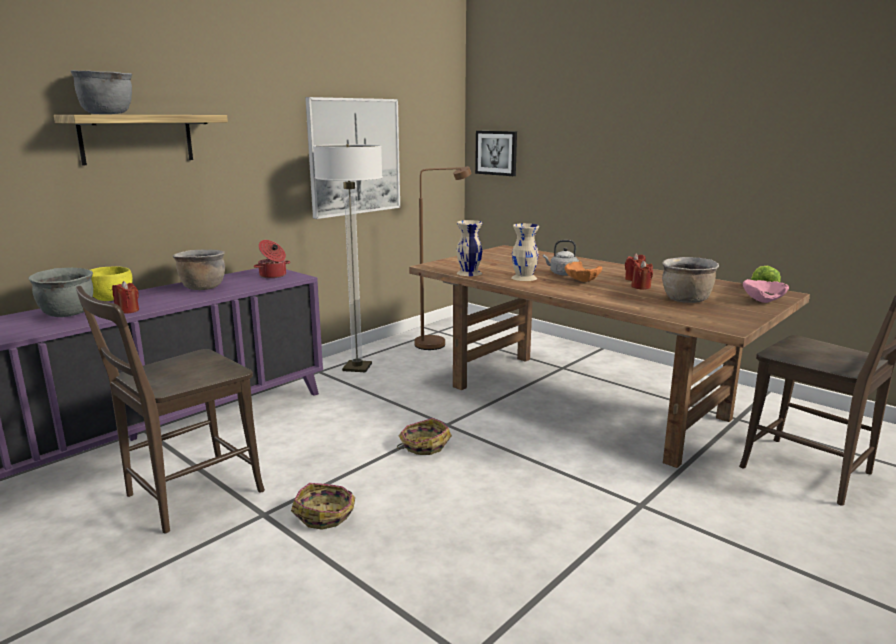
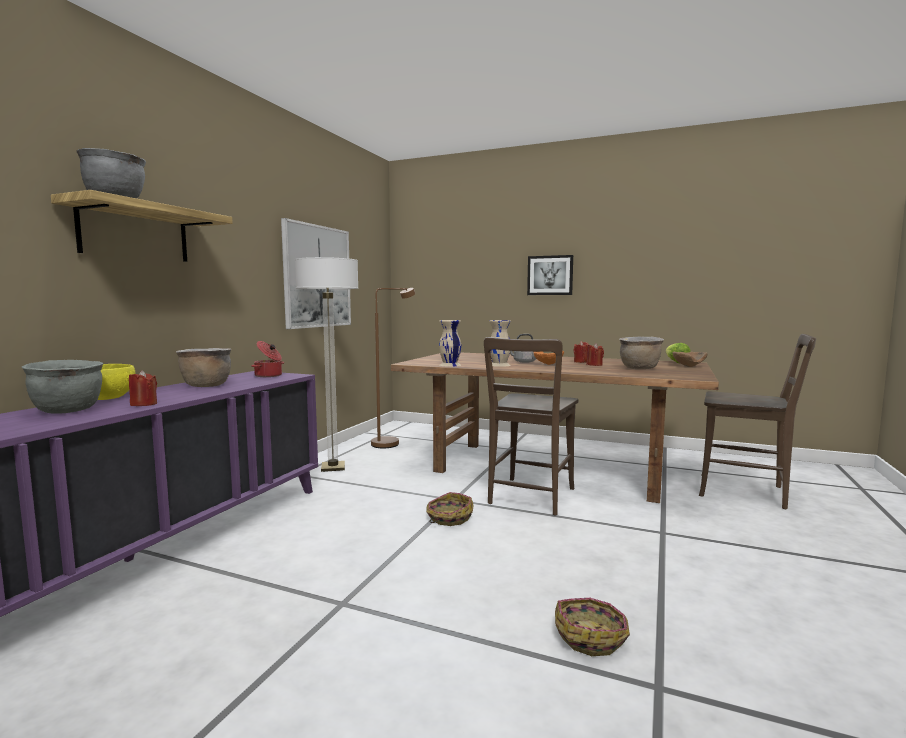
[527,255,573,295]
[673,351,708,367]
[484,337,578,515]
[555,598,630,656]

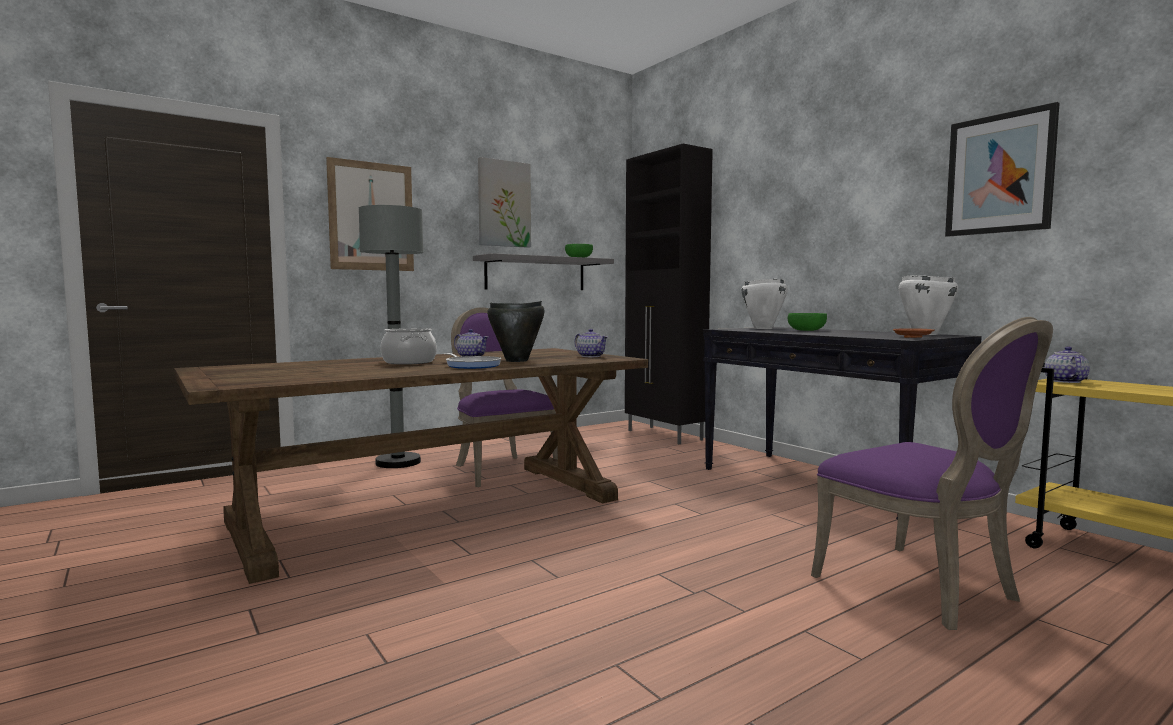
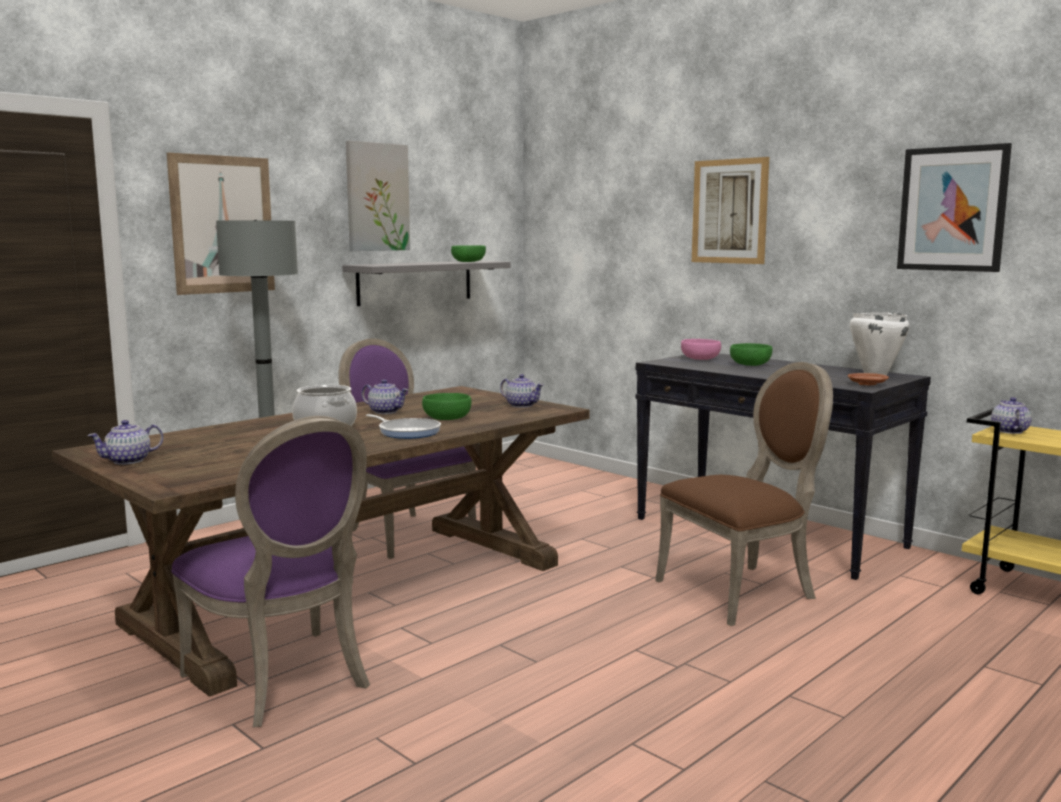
[625,144,713,444] (first image)
[681,339,721,360]
[422,393,471,420]
[171,416,370,727]
[692,157,769,264]
[655,362,833,626]
[88,420,163,465]

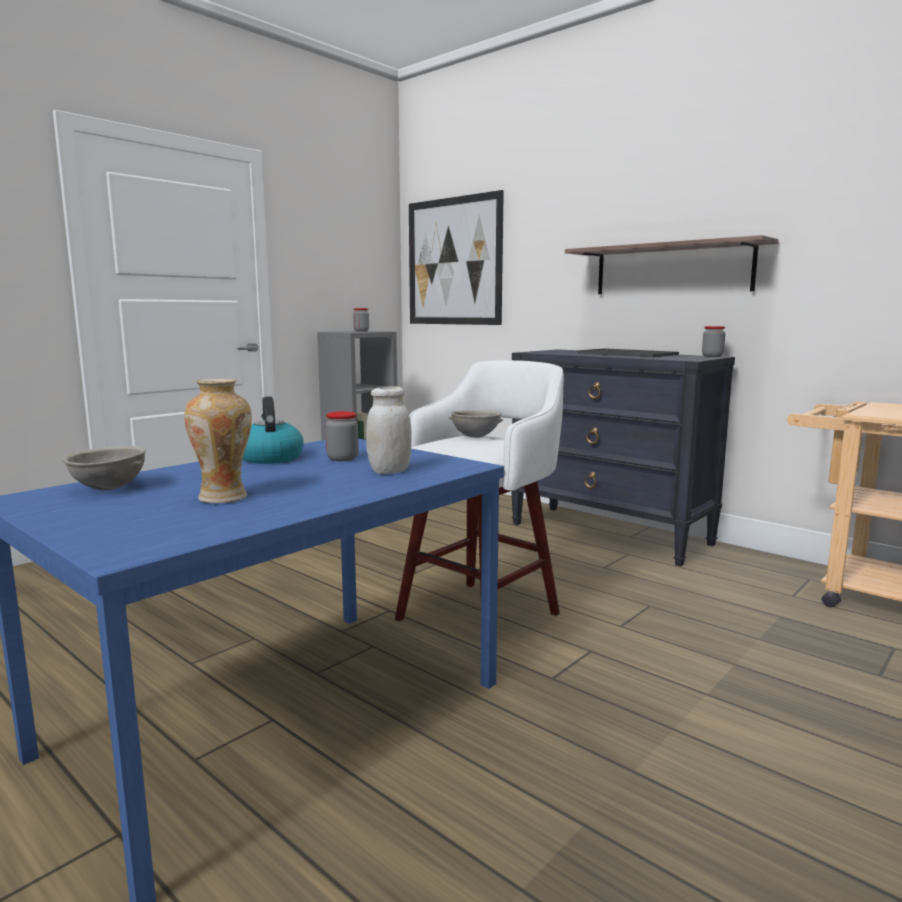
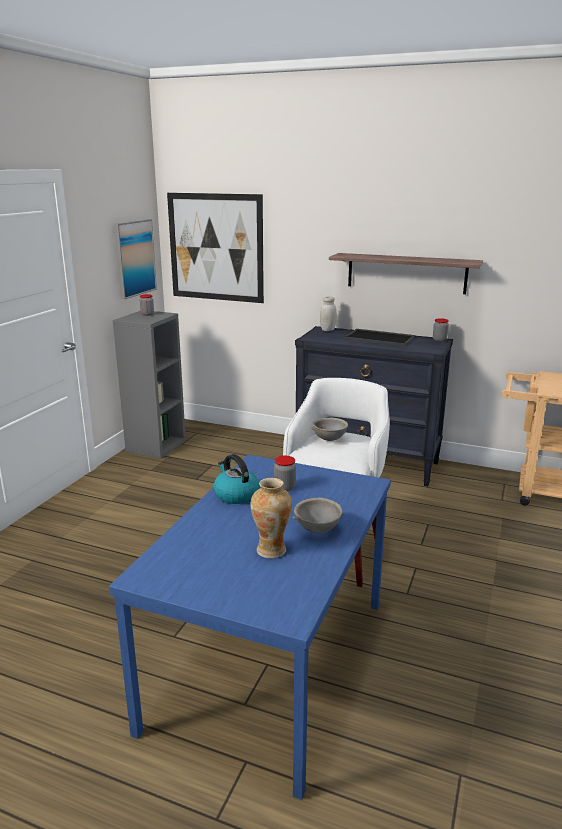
[320,297,337,331]
[293,498,344,533]
[114,219,157,300]

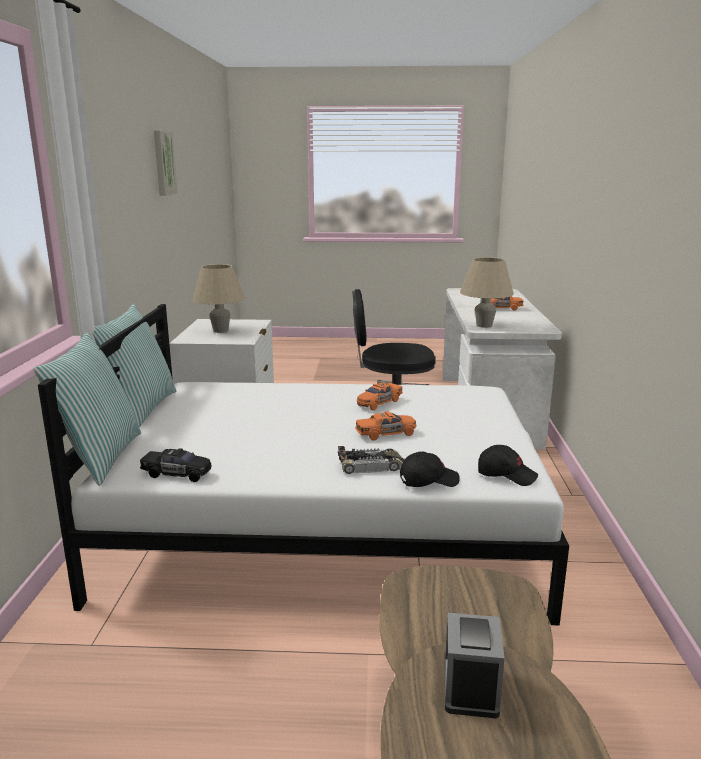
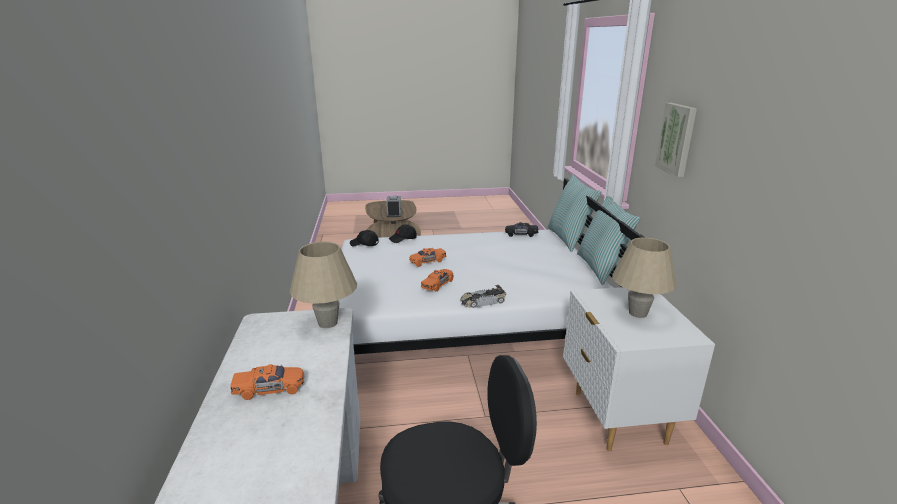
[655,103,697,177]
[460,285,506,308]

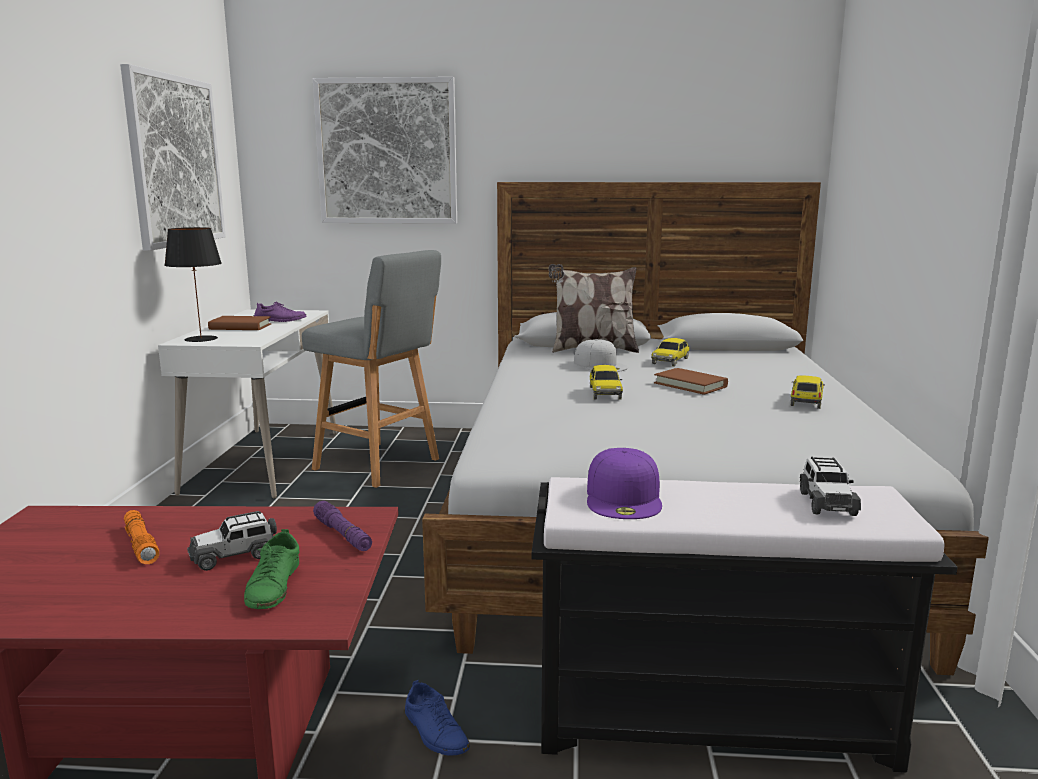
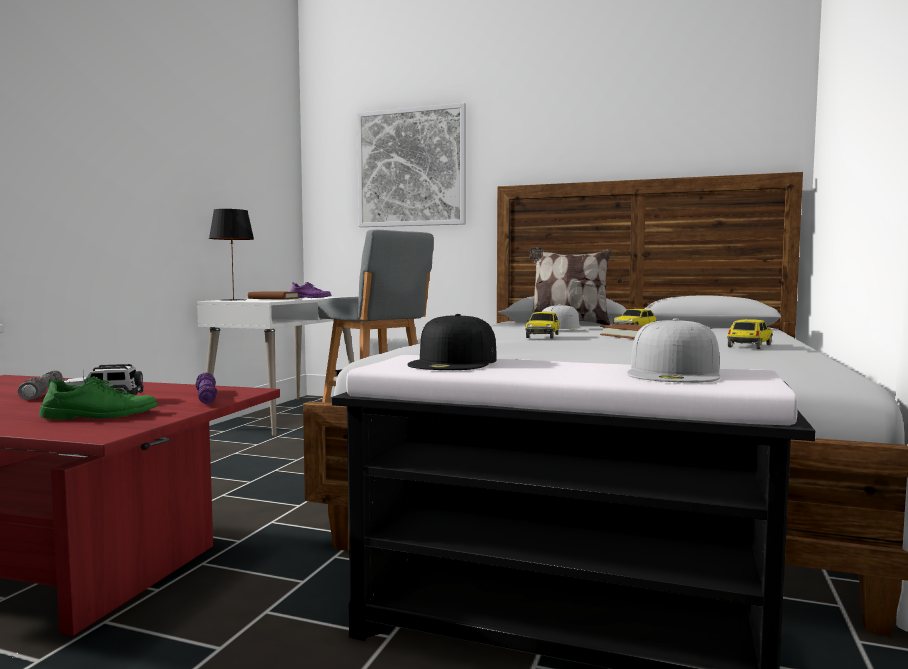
[120,64,226,251] (first image)
[407,314,497,370]
[627,319,720,383]
[18,370,63,400]
[39,376,158,420]
[405,680,470,755] (first image)

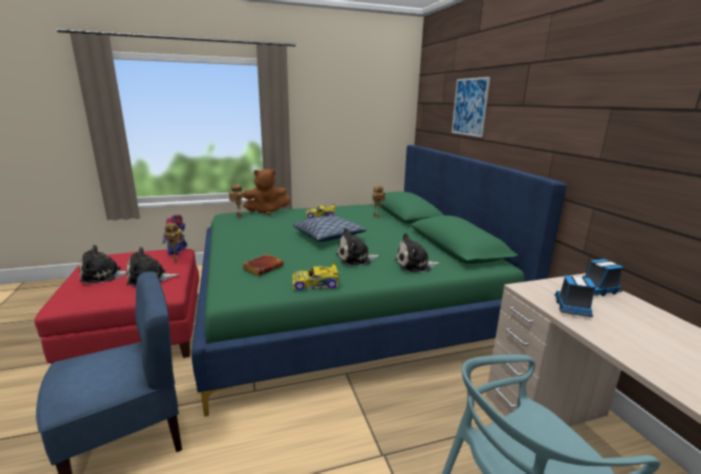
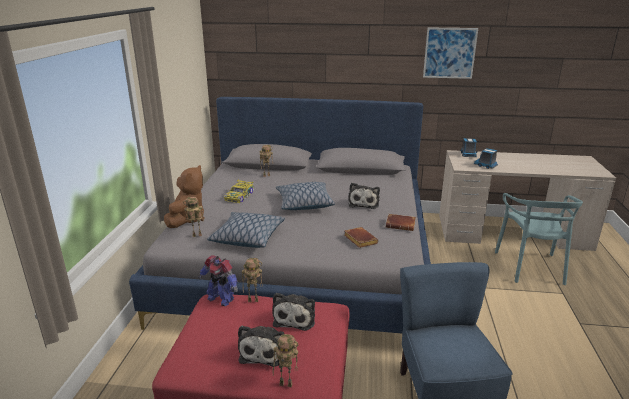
[423,28,478,79]
[129,97,431,333]
[395,233,440,272] (first image)
[386,214,416,231]
[207,212,285,248]
[272,334,299,388]

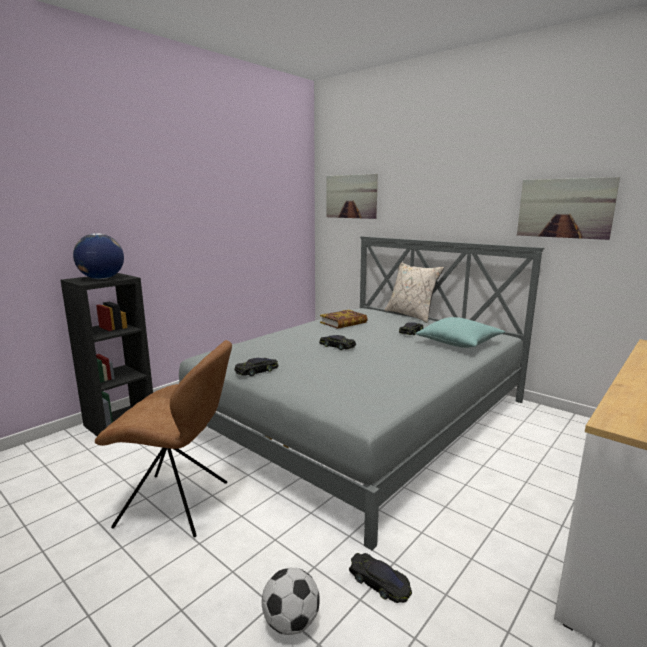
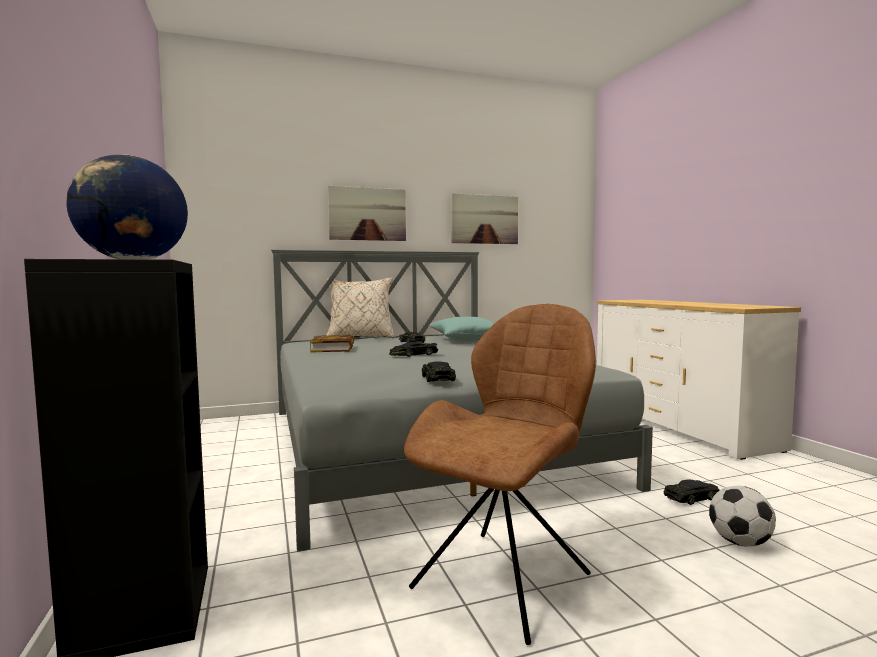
[328,186,406,241]

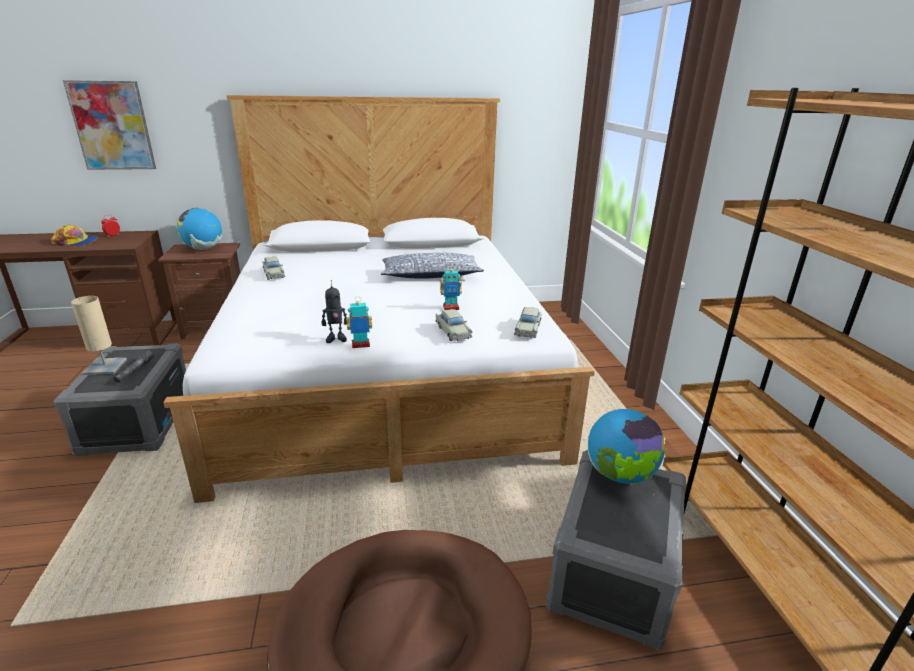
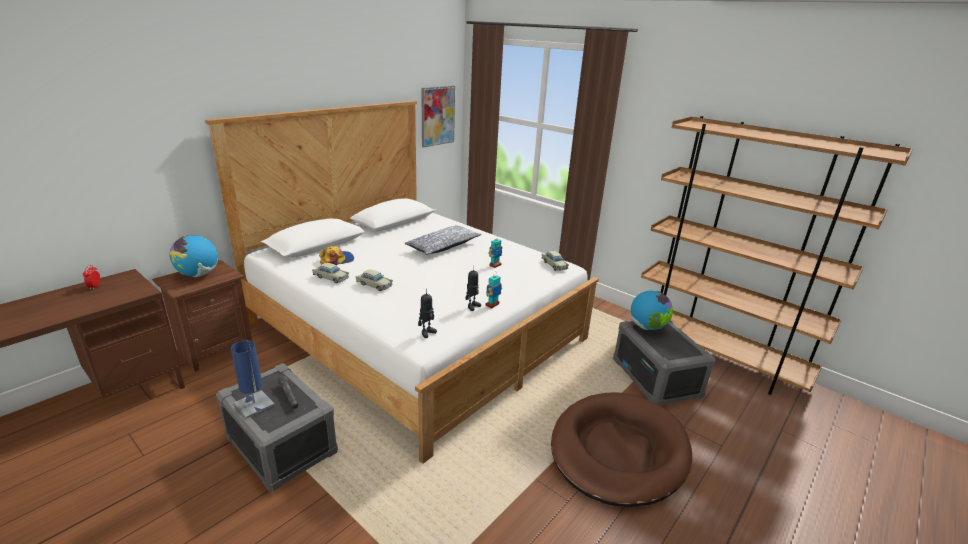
[421,86,455,147]
[319,246,354,265]
[231,340,274,419]
[356,269,393,291]
[418,289,437,338]

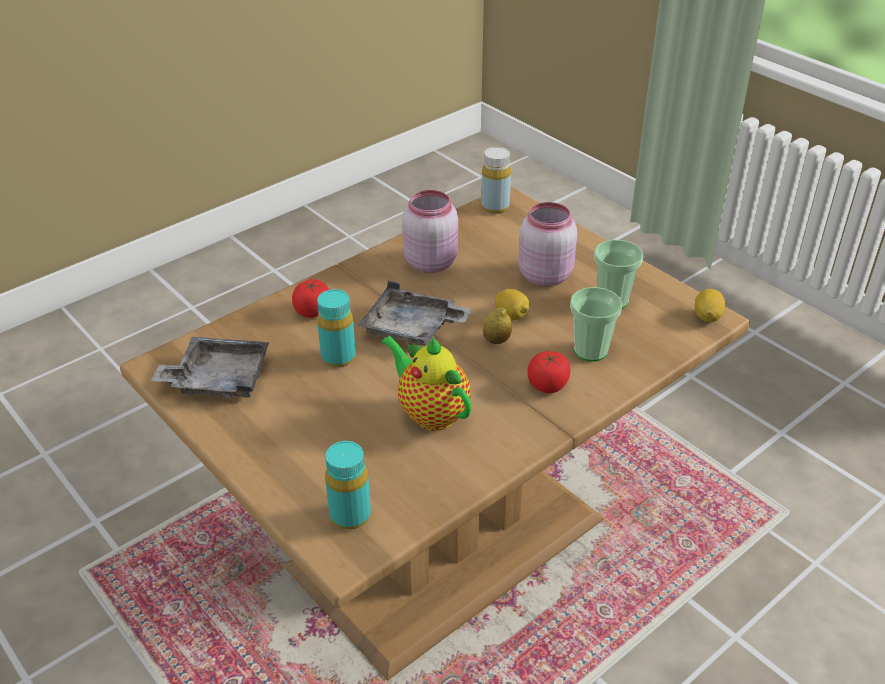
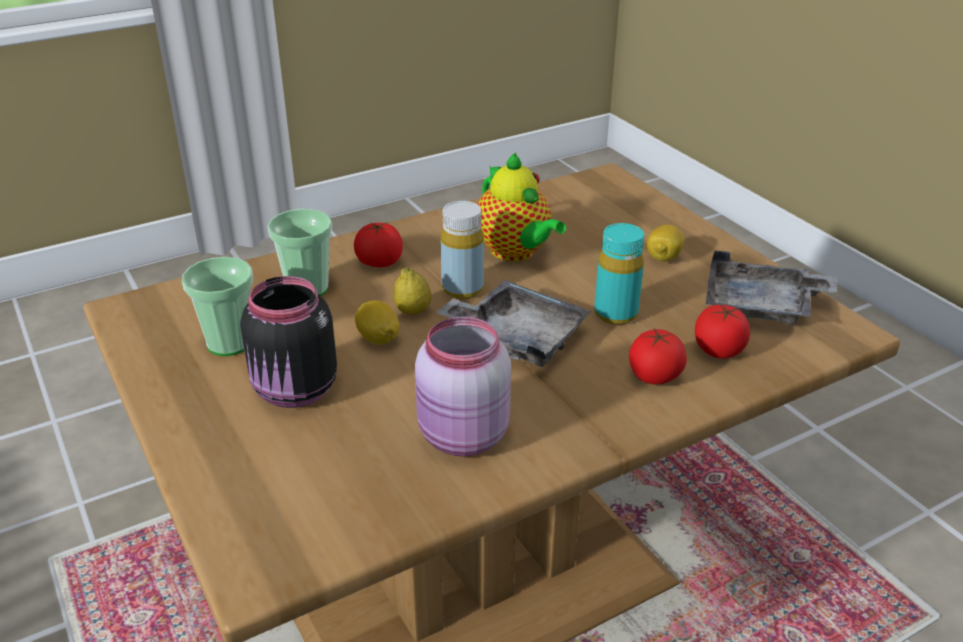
[440,201,484,299]
[240,276,337,408]
[647,225,684,261]
[325,441,371,530] (first image)
[695,305,750,359]

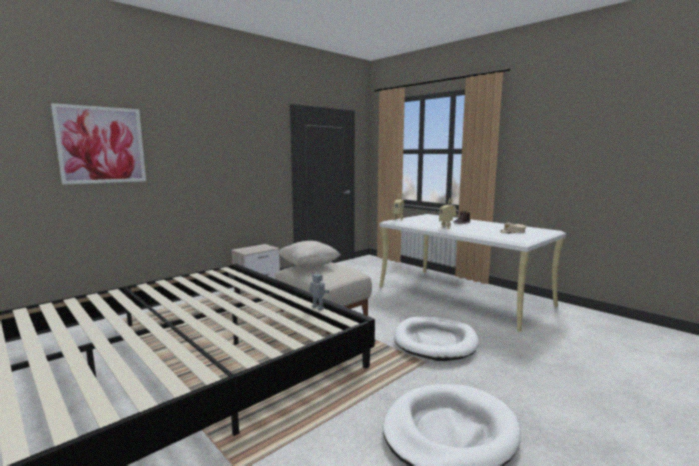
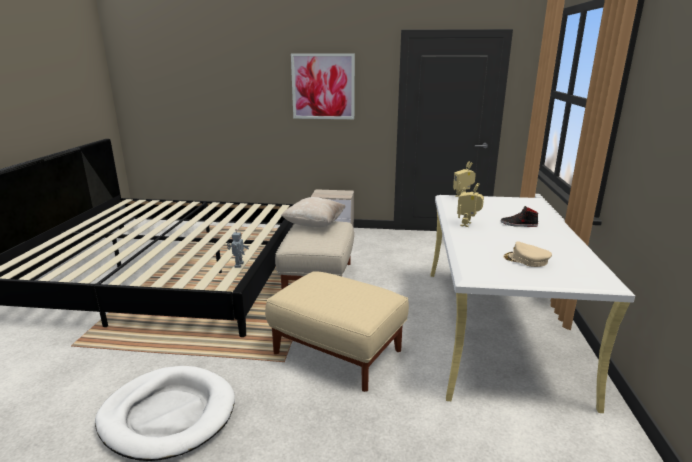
[291,53,355,119]
[265,271,409,392]

